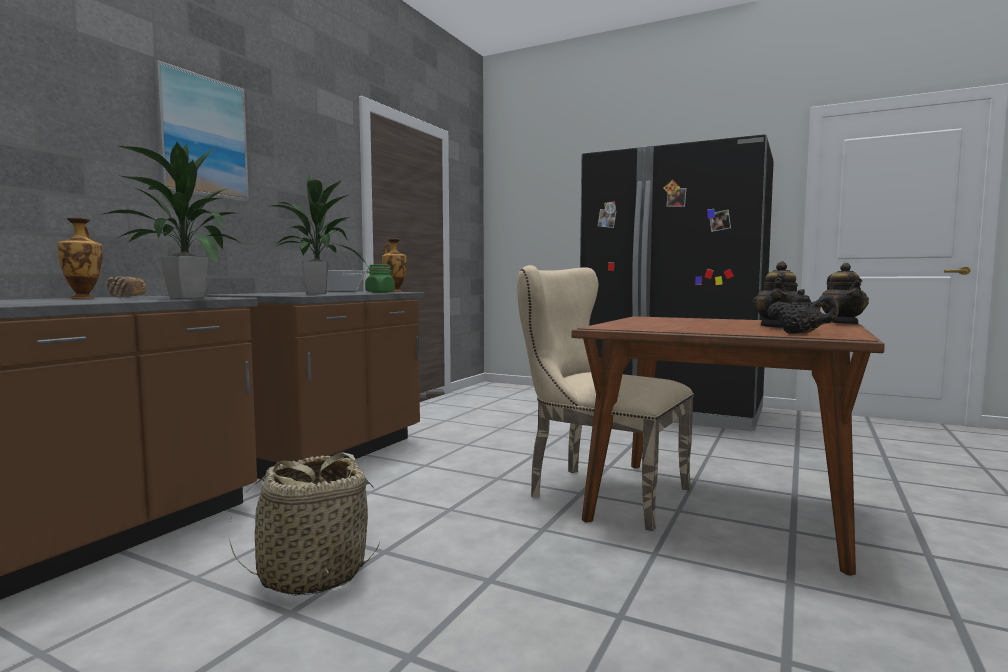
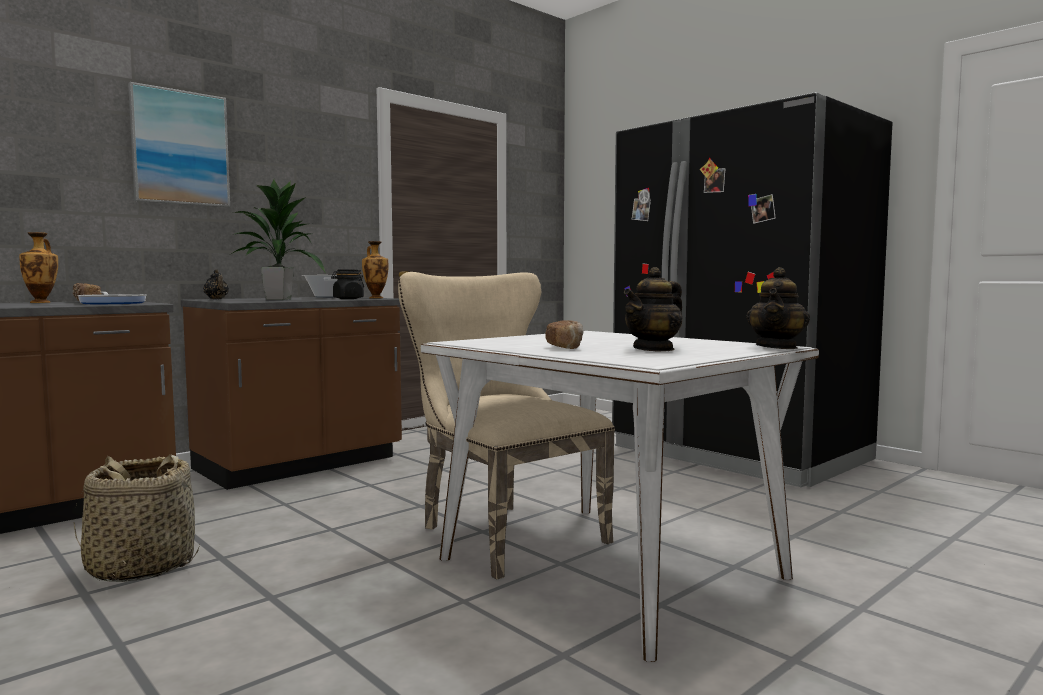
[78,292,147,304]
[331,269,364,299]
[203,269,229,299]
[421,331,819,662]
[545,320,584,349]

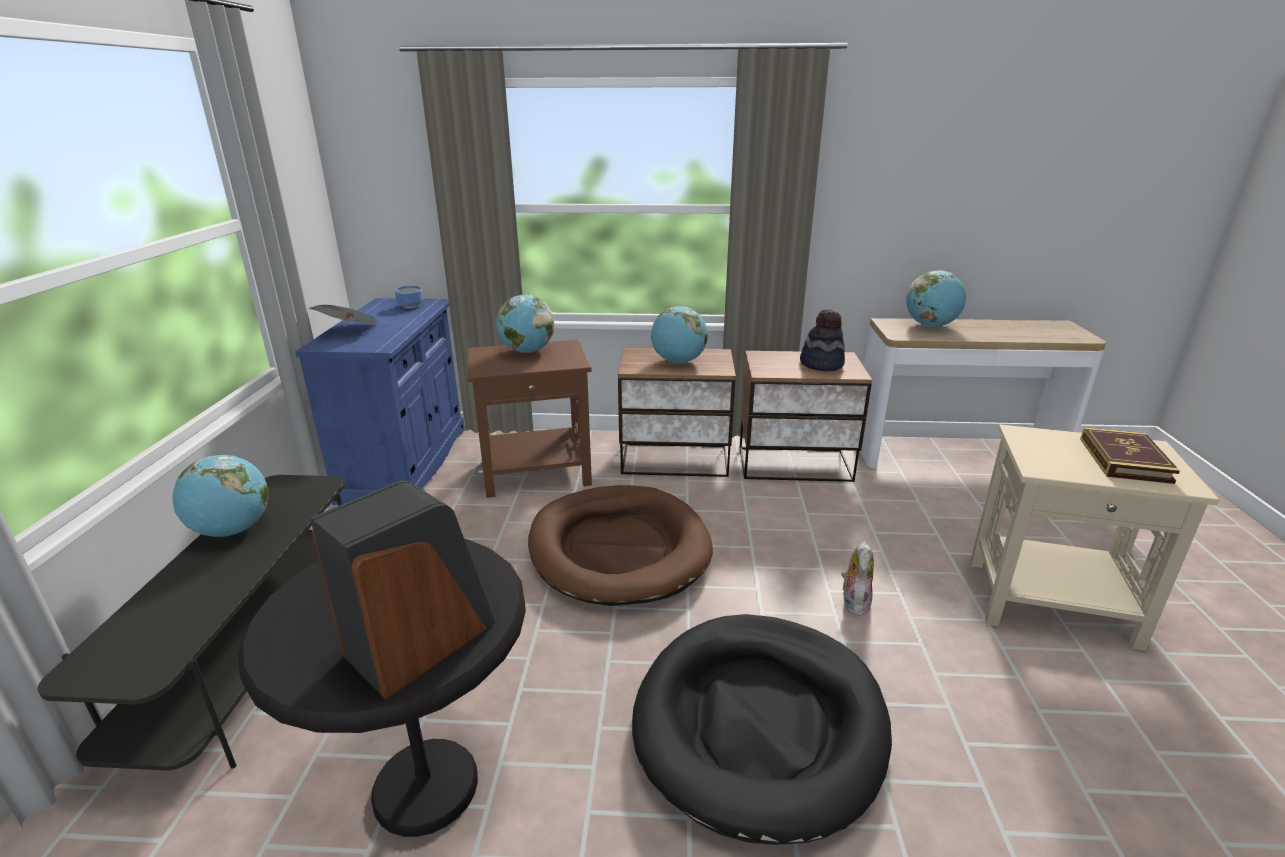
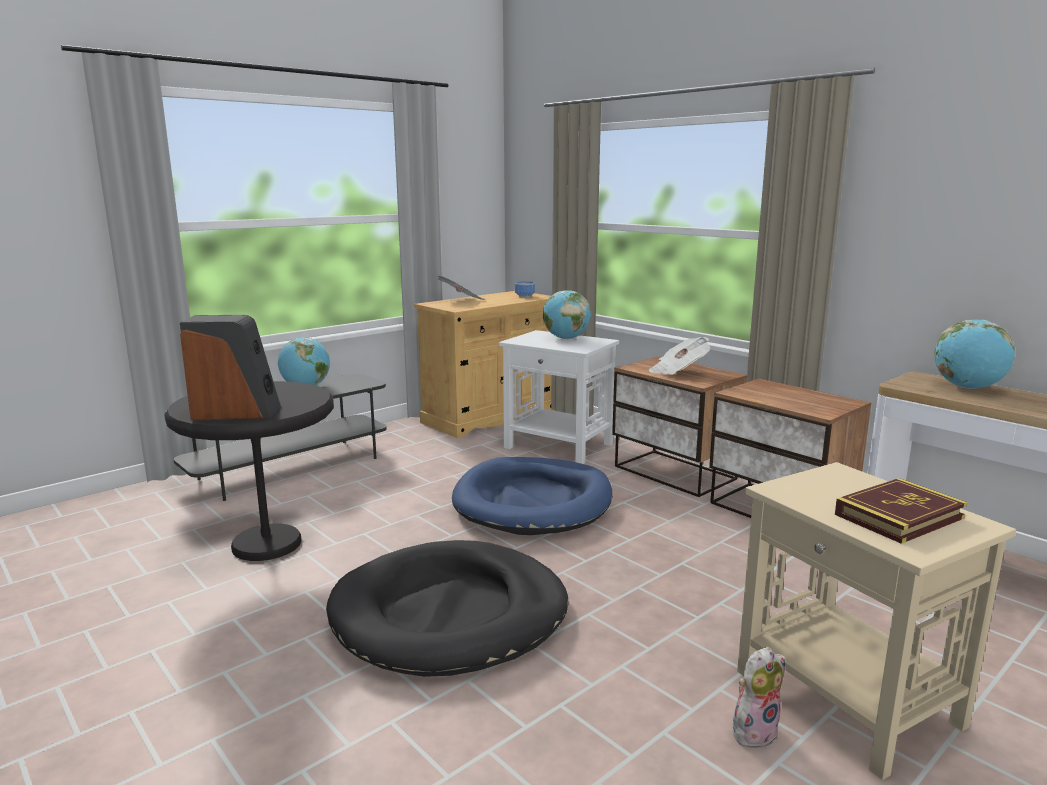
[414,291,555,438]
[649,337,710,375]
[800,309,845,371] (first image)
[499,330,619,464]
[452,457,612,535]
[733,647,786,751]

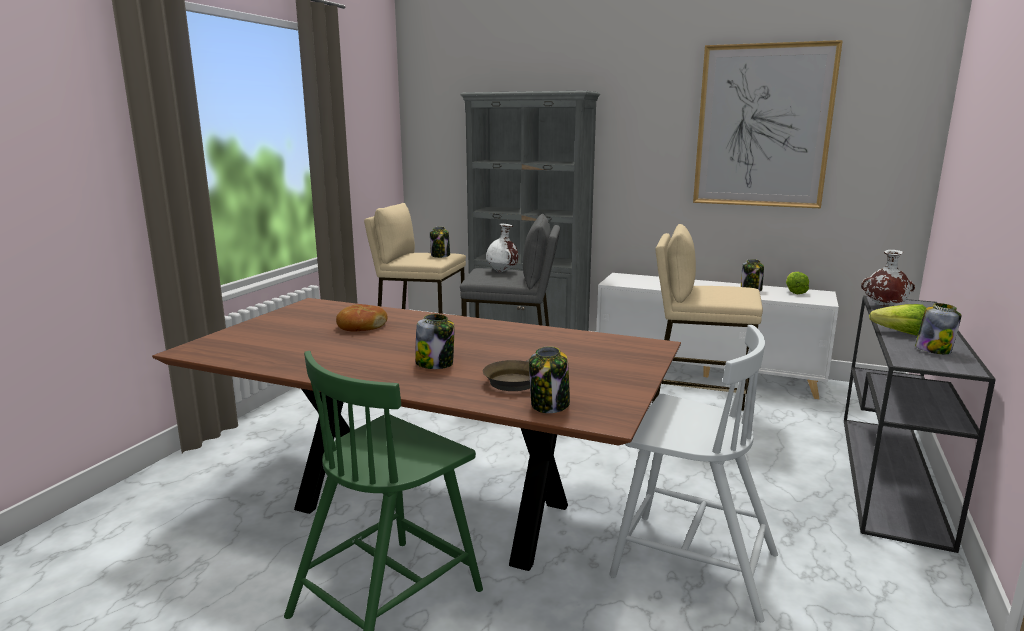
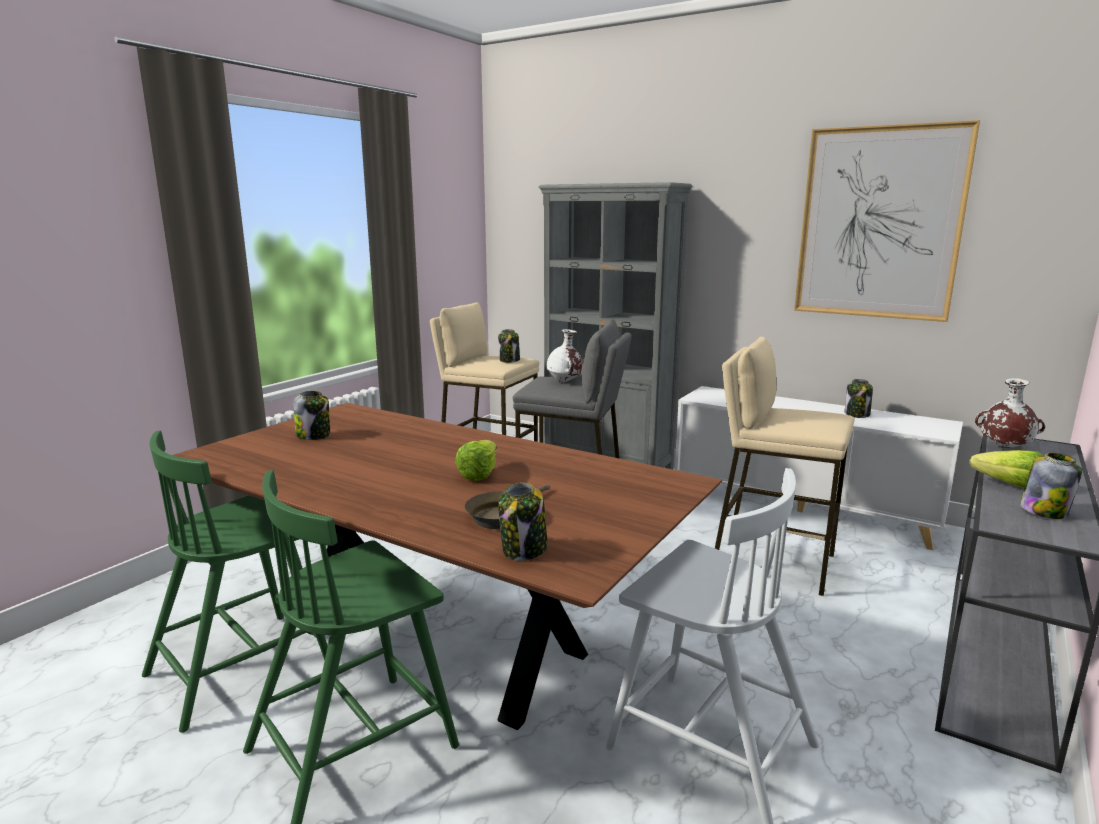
[455,440,497,481]
[336,304,388,332] (first image)
[294,391,330,440]
[142,431,328,733]

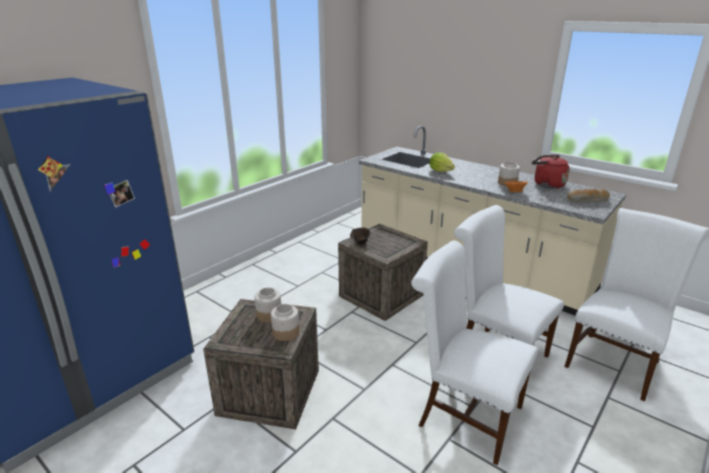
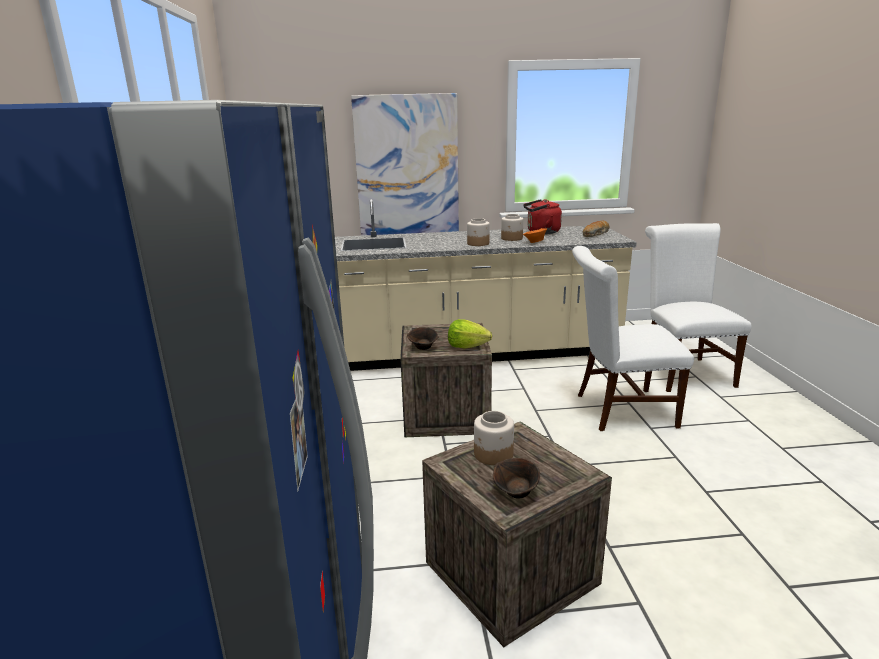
[448,319,492,349]
[411,240,538,465] (first image)
[467,218,490,246]
[351,93,459,236]
[493,458,540,499]

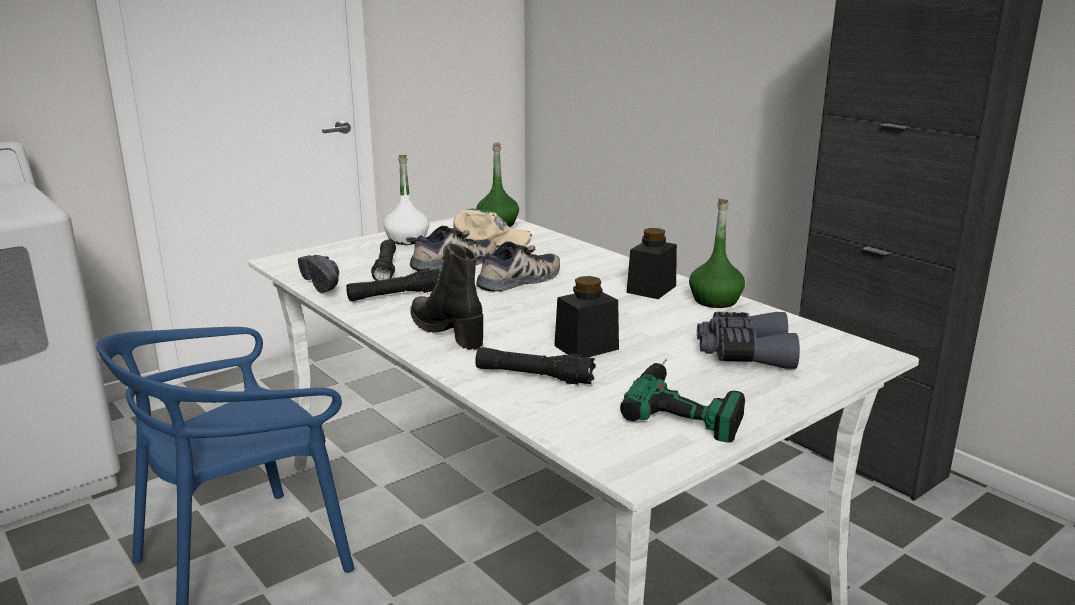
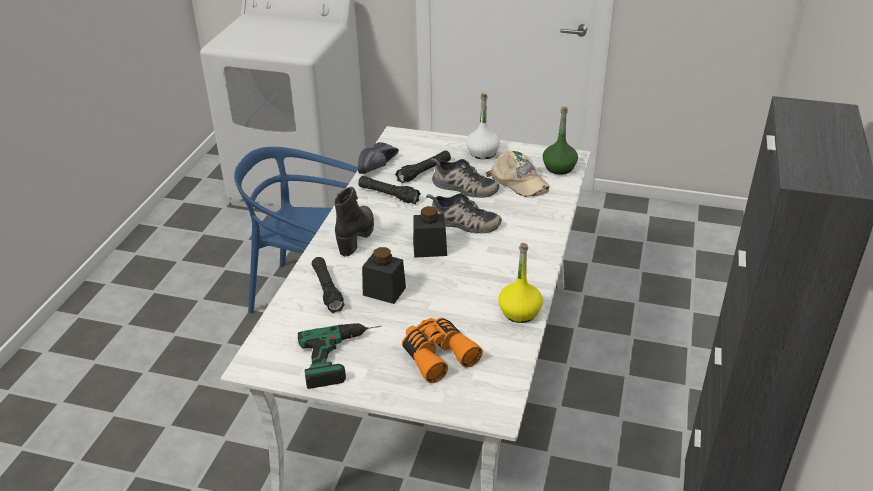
[498,243,543,323]
[413,206,447,258]
[402,318,483,383]

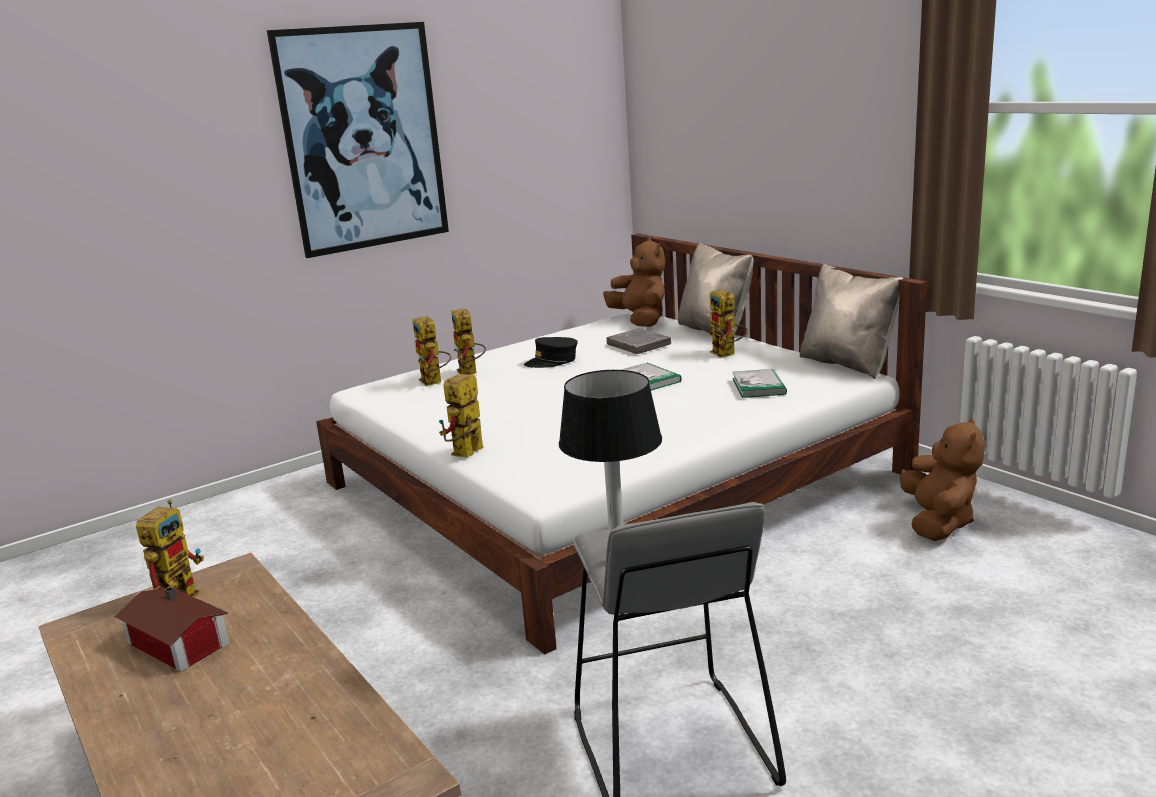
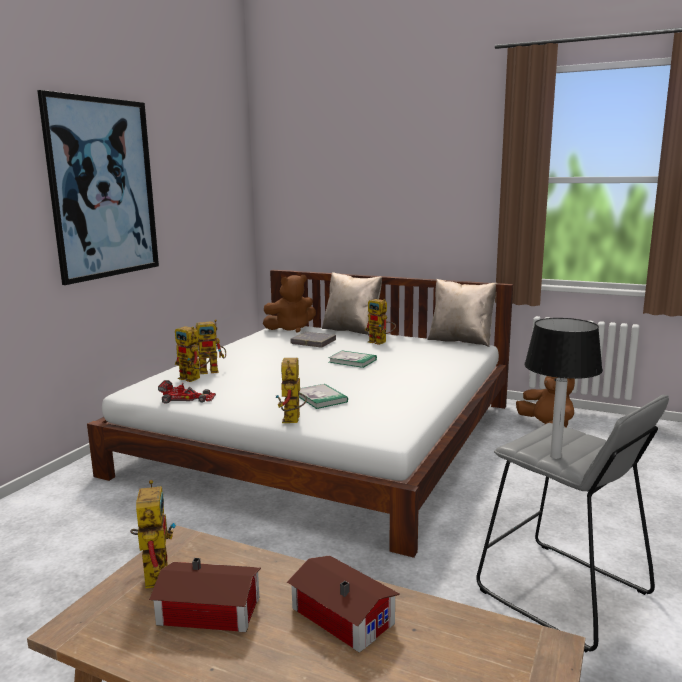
[263,275,316,333]
[195,320,226,374]
[524,337,578,368] (first image)
[299,384,348,409]
[158,380,216,403]
[287,555,400,653]

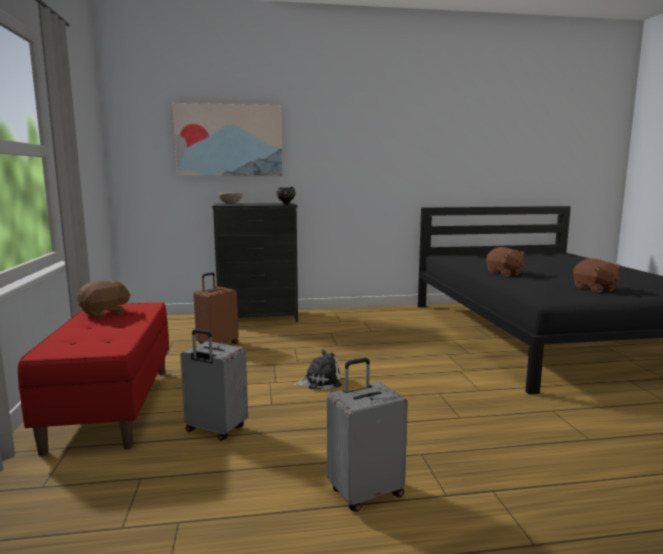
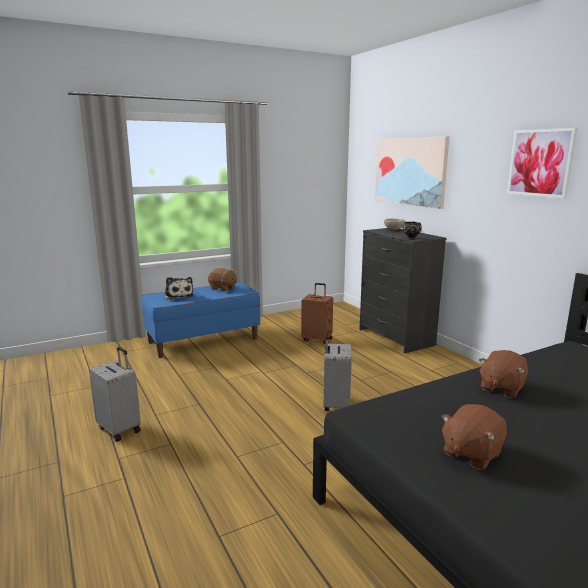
[141,282,260,358]
[323,331,352,411]
[164,277,193,300]
[507,128,577,199]

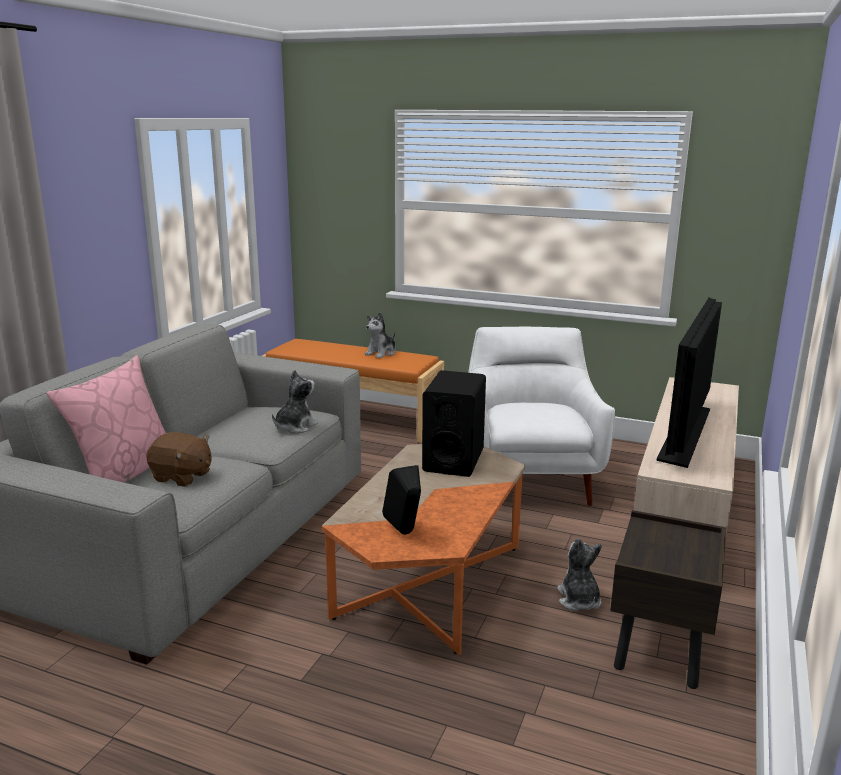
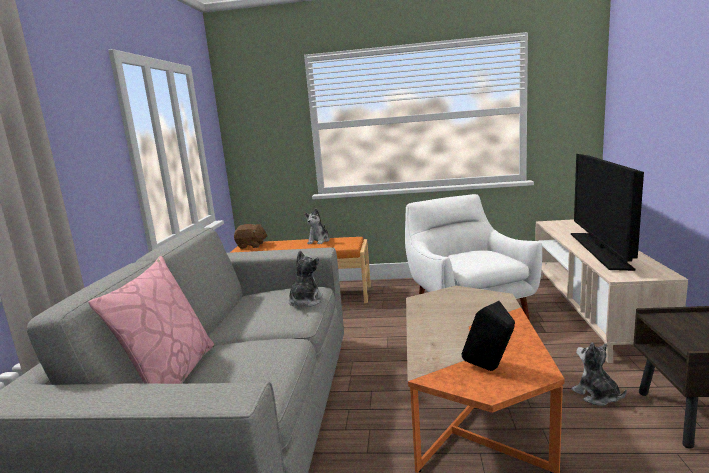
[422,370,486,477] (first image)
[234,224,268,249]

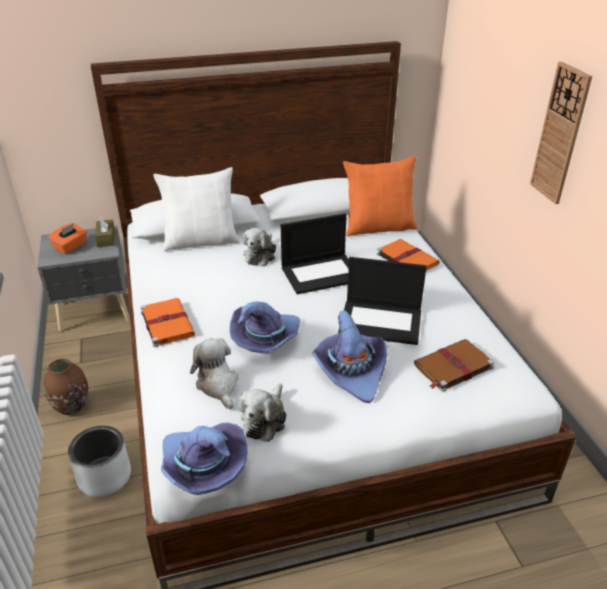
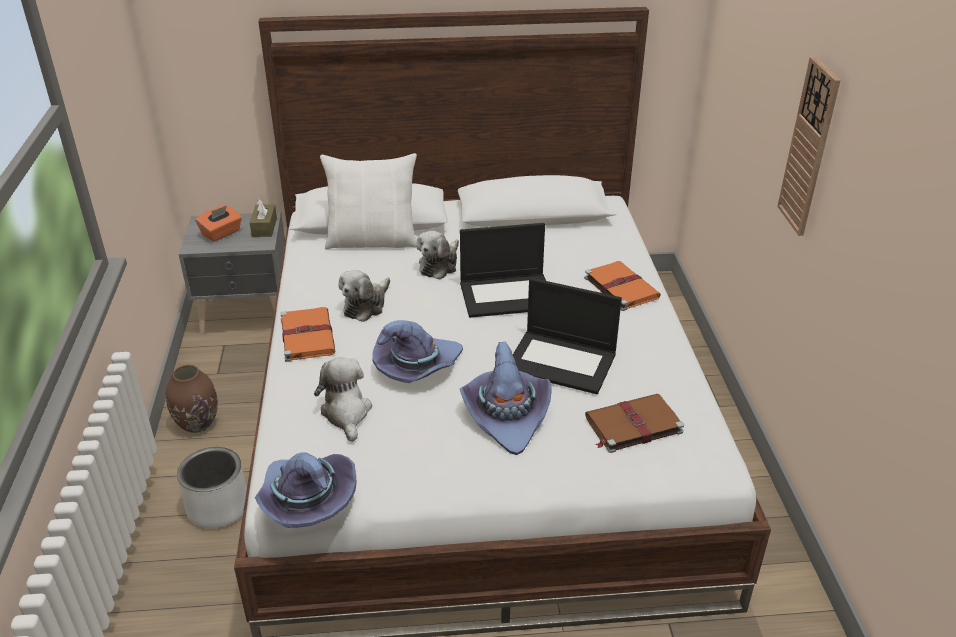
[343,156,418,236] (first image)
[338,270,390,322]

